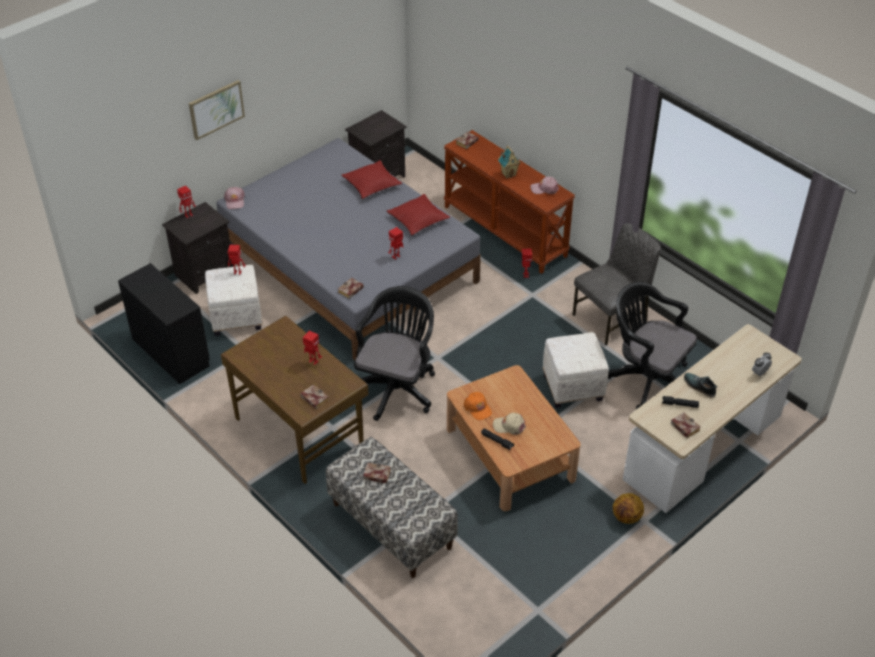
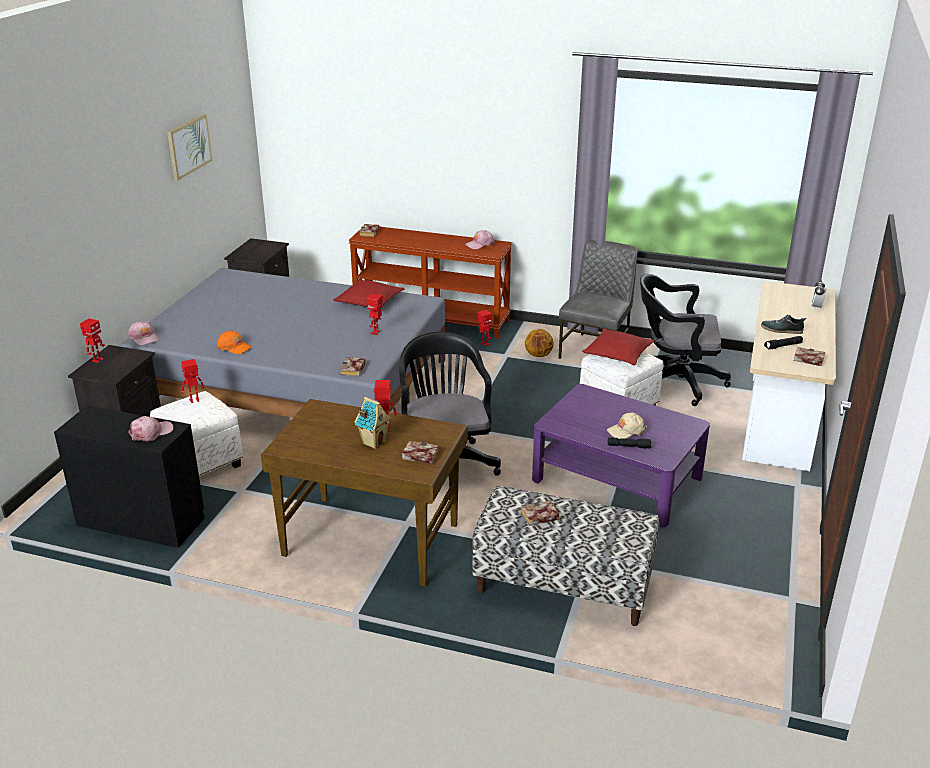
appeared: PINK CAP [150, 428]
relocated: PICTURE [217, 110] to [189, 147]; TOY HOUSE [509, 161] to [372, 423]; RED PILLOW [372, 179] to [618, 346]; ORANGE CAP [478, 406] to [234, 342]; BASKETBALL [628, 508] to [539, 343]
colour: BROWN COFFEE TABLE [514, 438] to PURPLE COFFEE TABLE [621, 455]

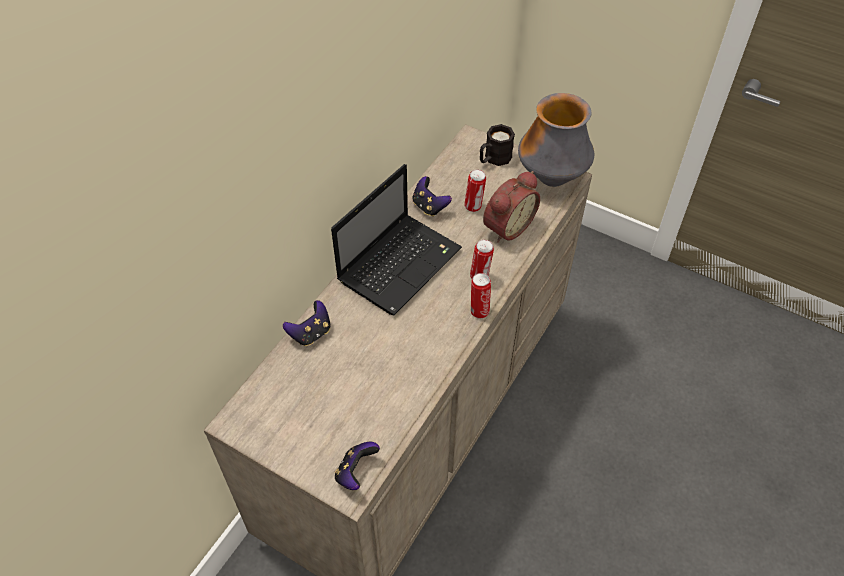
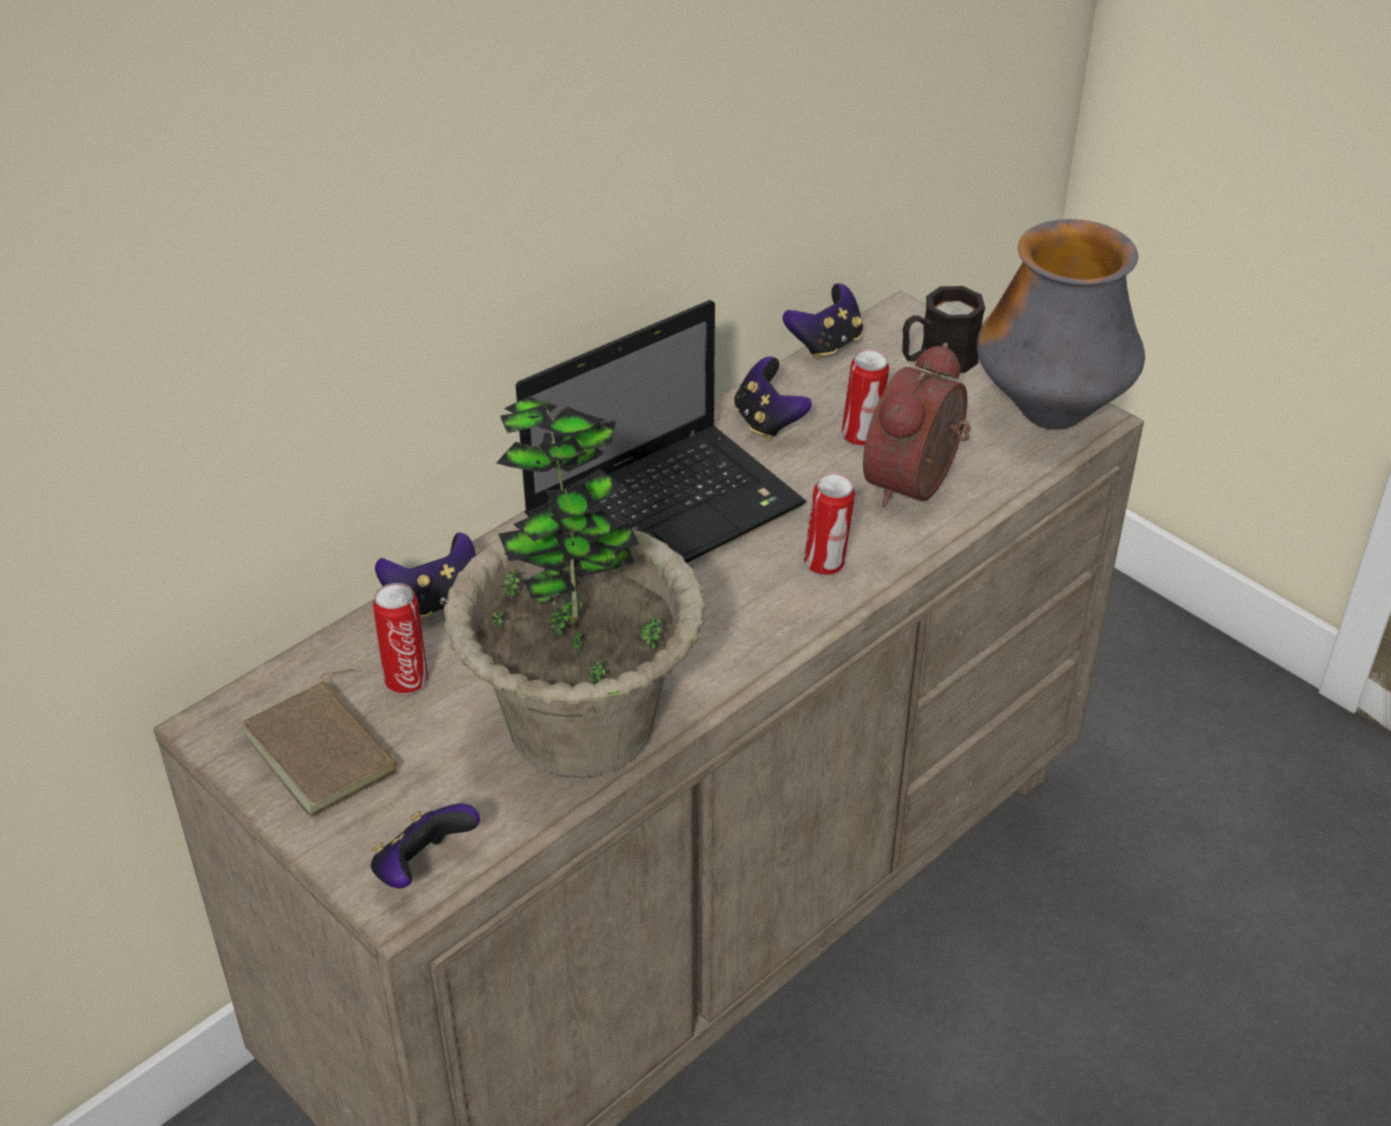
appeared: GAME CONTROLLER [823, 321]; POTTED PLANT [574, 587]; BROWN BOOK [319, 743]
relocated: CAN [481, 296] to [400, 638]
spun: ALARM CLOCK [511, 207] = [917, 425] 150 degrees clockwise

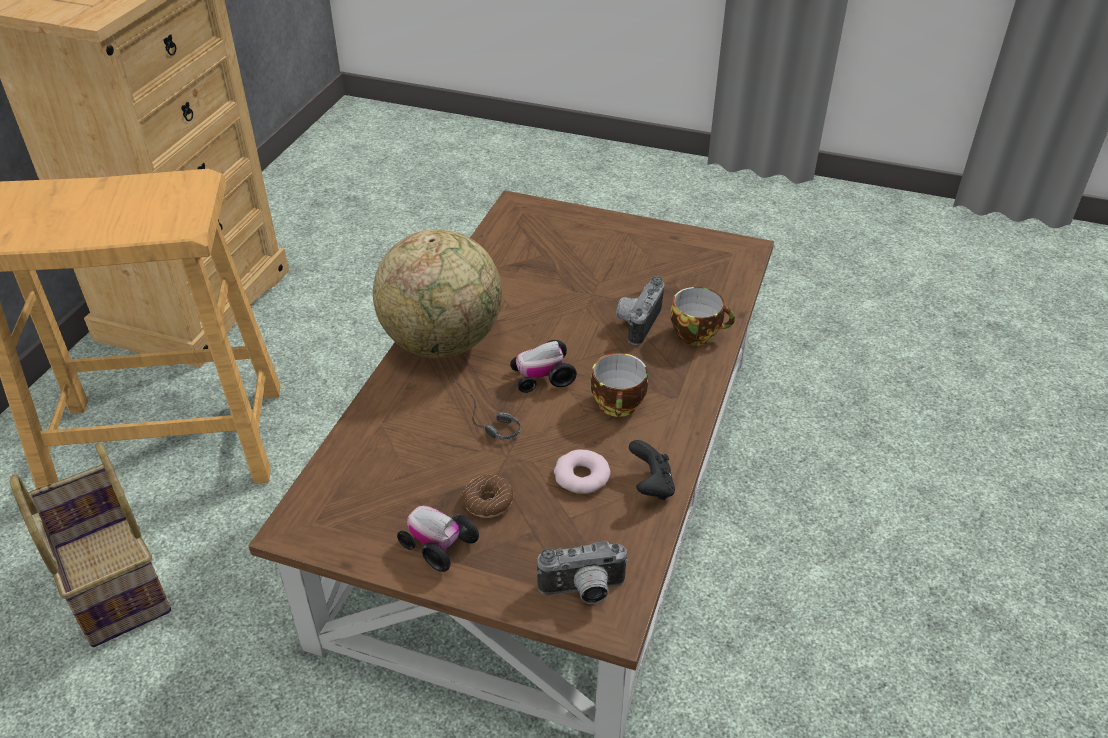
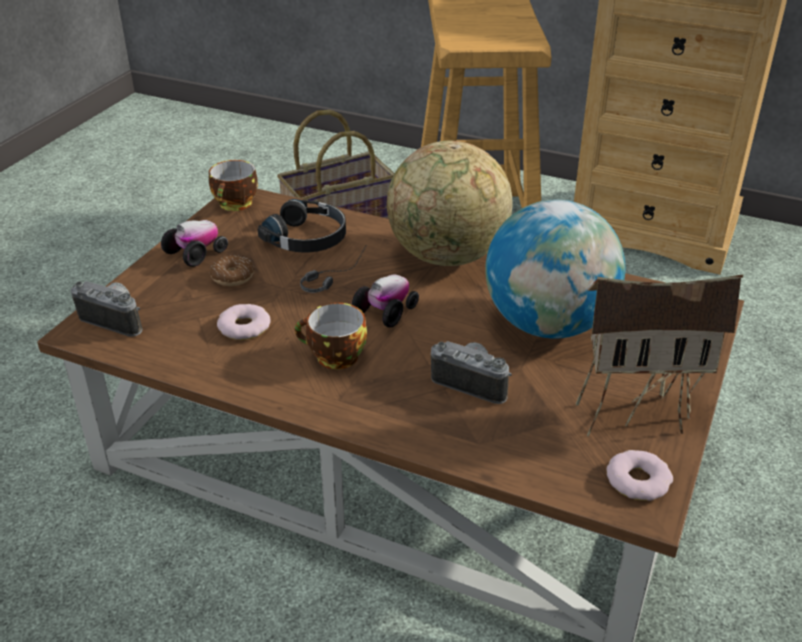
missing: BLACK GAME CONTROLLER [652, 470]
appeared: BLACK HEADPHONES [302, 226]; GLOBE [555, 269]; TOY HOUSE [659, 356]; DONUT [640, 475]
relocated: CUP [703, 316] to [233, 185]
spun: TOY CAR [543, 366] = [385, 301] 45 degrees clockwise; PHOTO CAMERA [583, 572] = [106, 309] 120 degrees clockwise

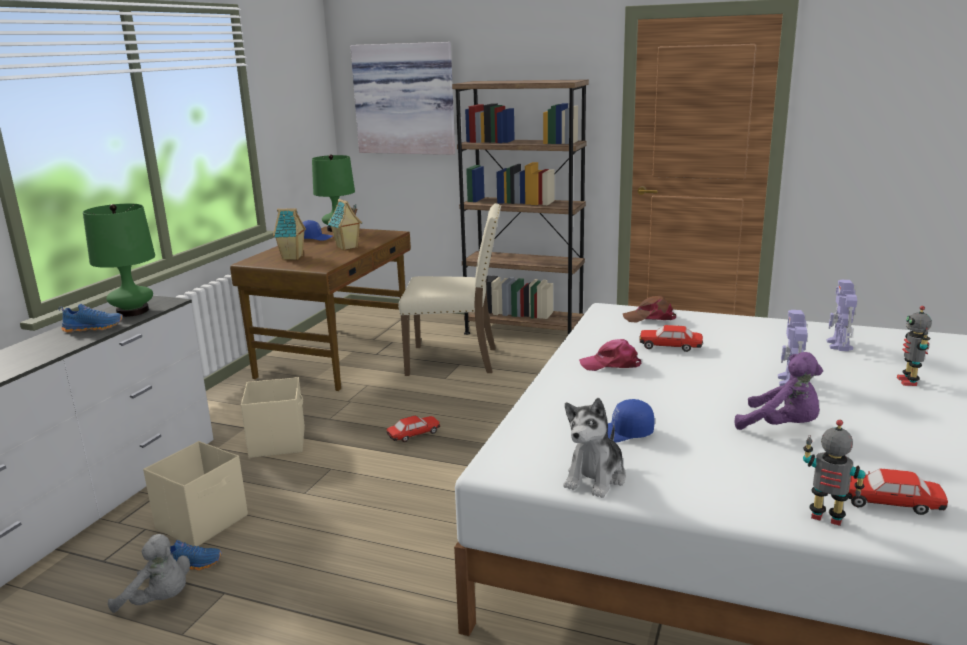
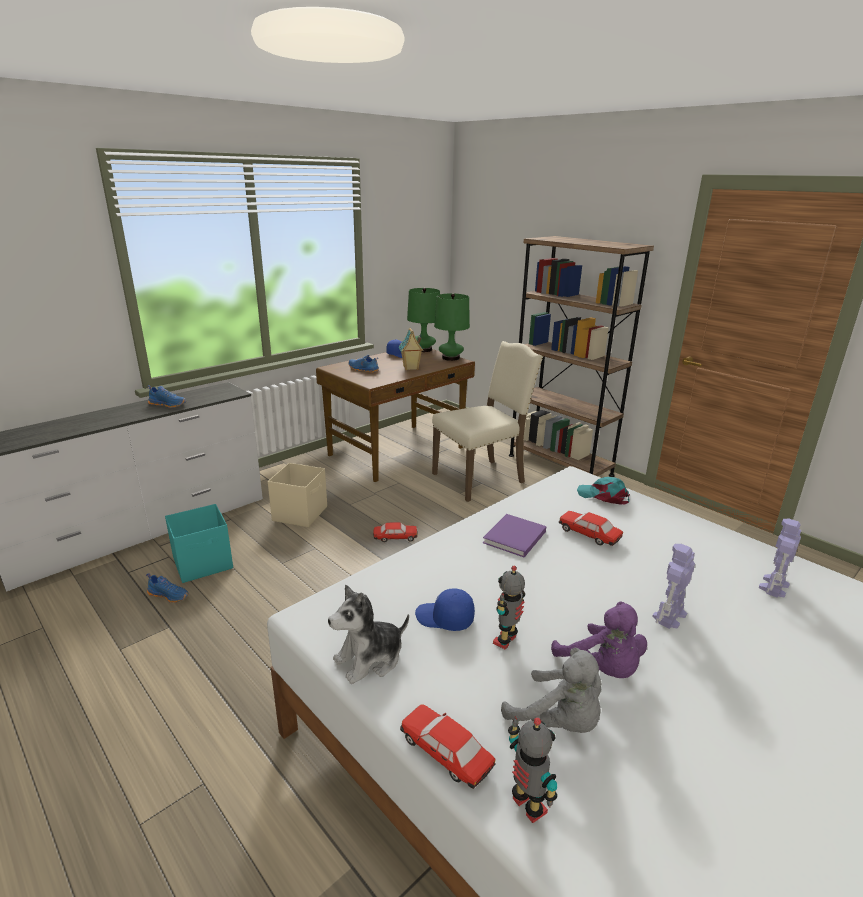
missing: PICTURE [402, 98]
relocated: GREEN TABLE LAMP [119, 260] to [452, 327]; TOY ROBOT [914, 346] to [509, 608]; TOY CAR [897, 491] to [447, 746]; GREY PLUSH TOY [149, 573] to [551, 690]
exchanged: TOY HOUSE [289, 234] to BLUE SHOE [363, 364]; PINK CAP [610, 355] to PURPLE BOOK [514, 535]
colour: BROWN CAP [649, 309] to TURQUOISE CAP [603, 491]; BEIGE STORAGE BOX [195, 493] to TURQUOISE STORAGE BOX [199, 543]
spun: BEIGE CHAIR [449, 289] = [487, 421] 60 degrees counterclockwise

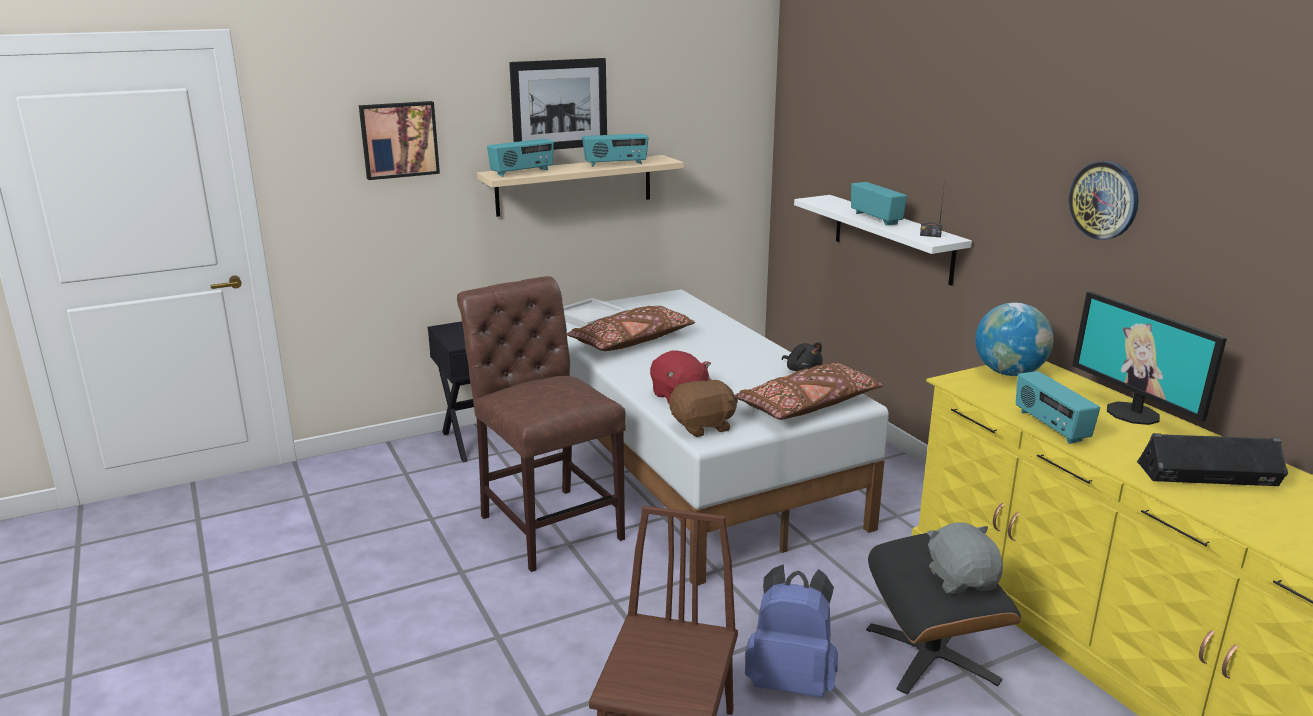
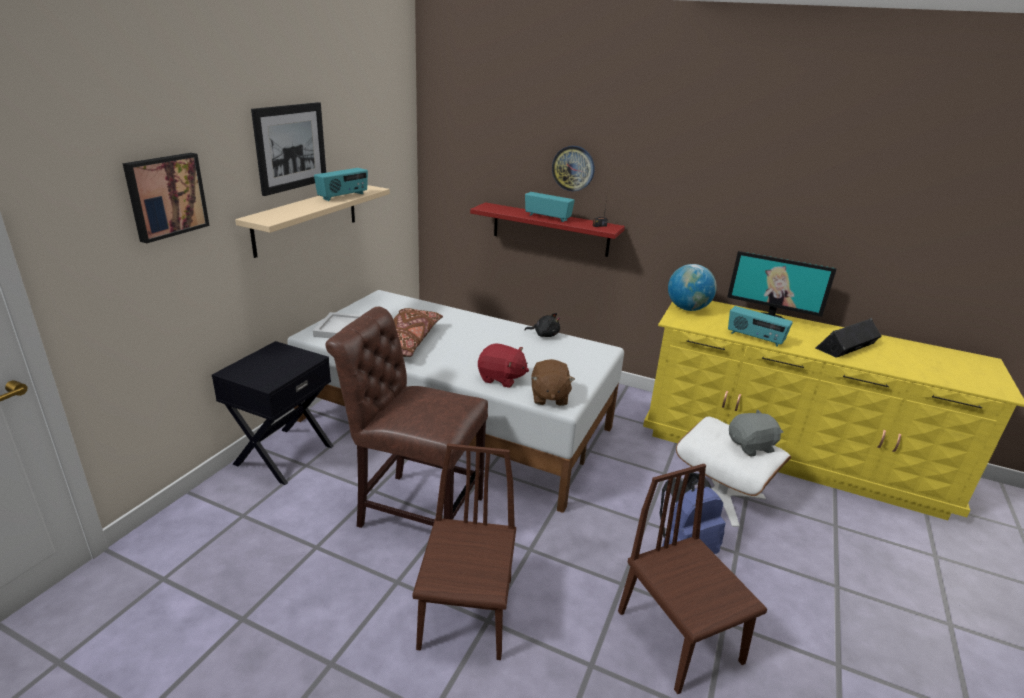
missing: RADIO [520, 158]; BROWN PILLOW [809, 391]
appeared: BROWN CHAIR [464, 552]
relocated: WALL CLOCK [1103, 200] to [573, 168]
colour: WHITE SHELF [883, 240] to RED SHELF [547, 229]; BLACK OTTOMAN [943, 613] to WHITE OTTOMAN [733, 472]
spun: BROWN PLUSH TOY [703, 407] = [553, 382] 150 degrees clockwise; GREY PLUSH TOY [965, 558] = [756, 432] 120 degrees clockwise

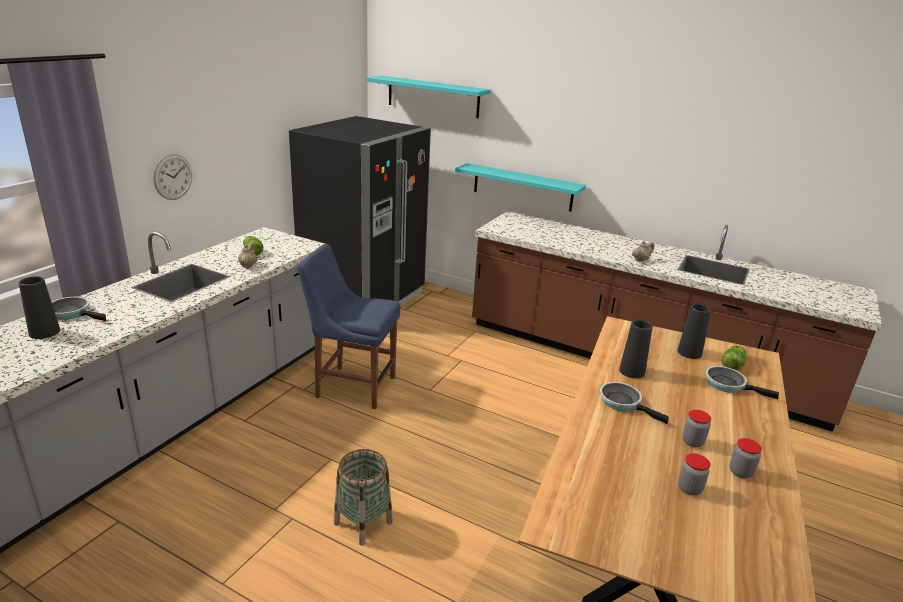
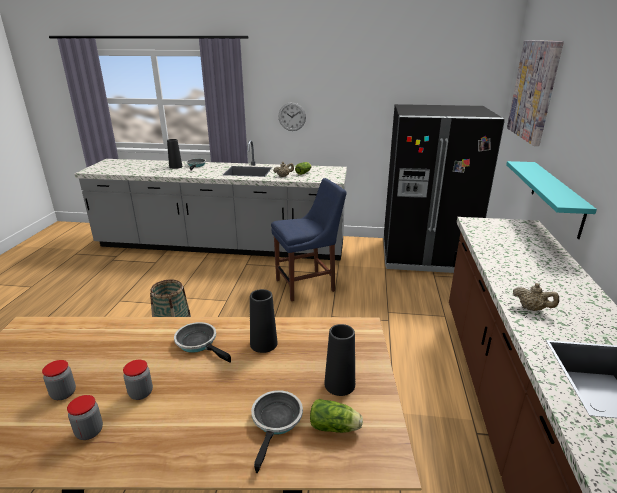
exchanged: TURQUOISE SHELF [429, 97] to PICTURE [535, 93]
spun: BLUE CHAIR [349, 326] = [309, 239] 75 degrees clockwise; FRYING PAN [634, 403] = [202, 342] 75 degrees counterclockwise

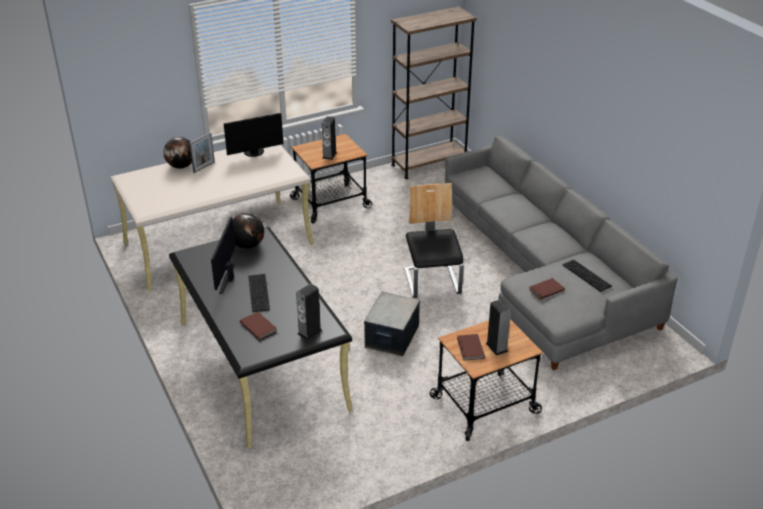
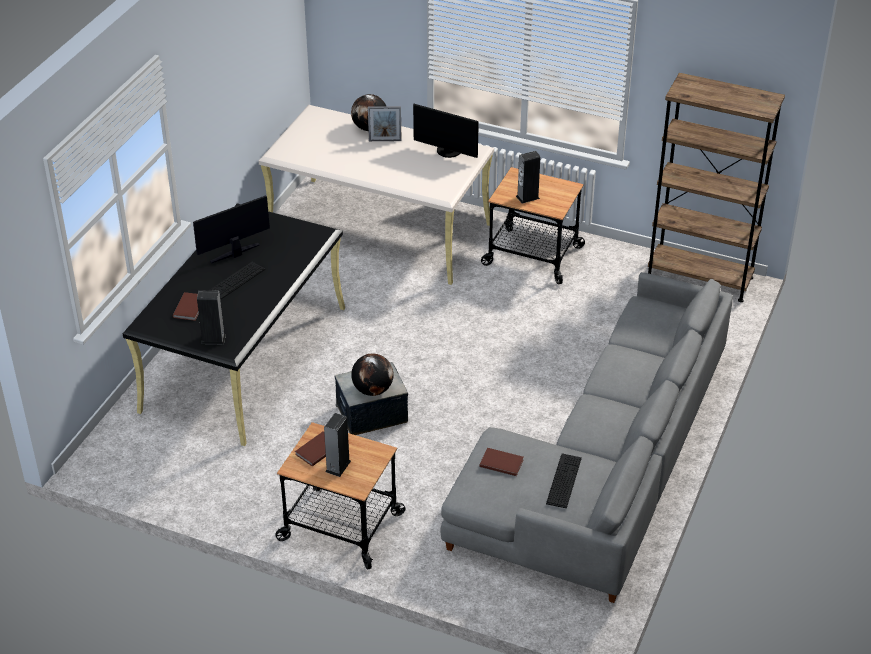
missing: CHAIR [434, 240]
relocated: GLOBE [248, 231] to [372, 375]

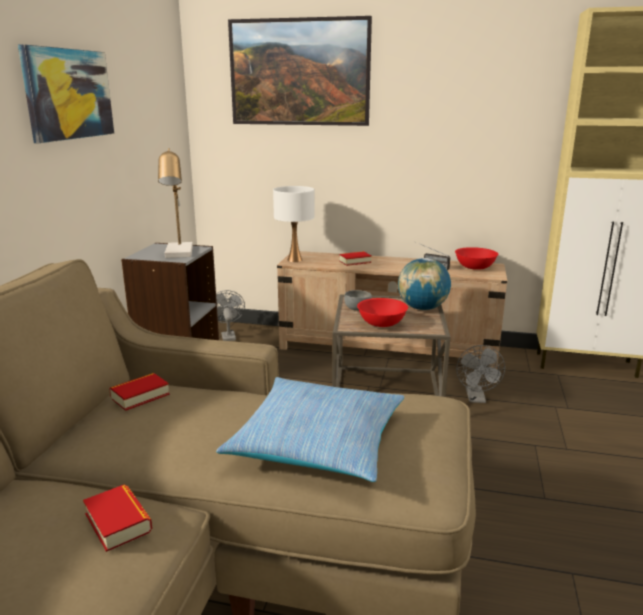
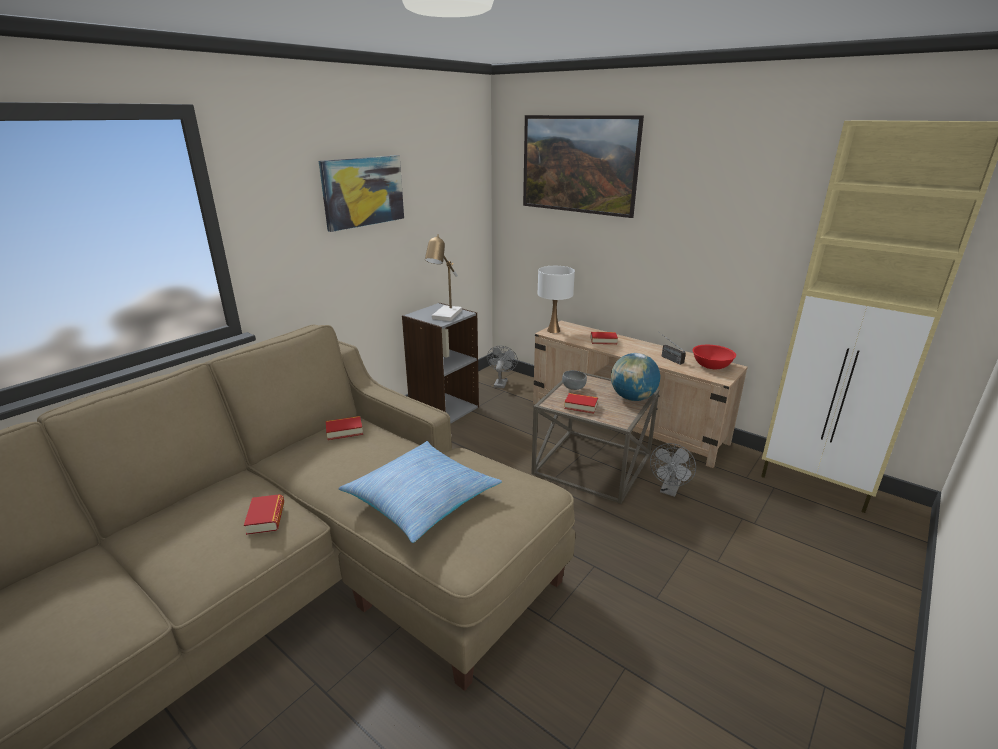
exchanged: RED BOWL [382, 312] to BOOK [581, 403]

